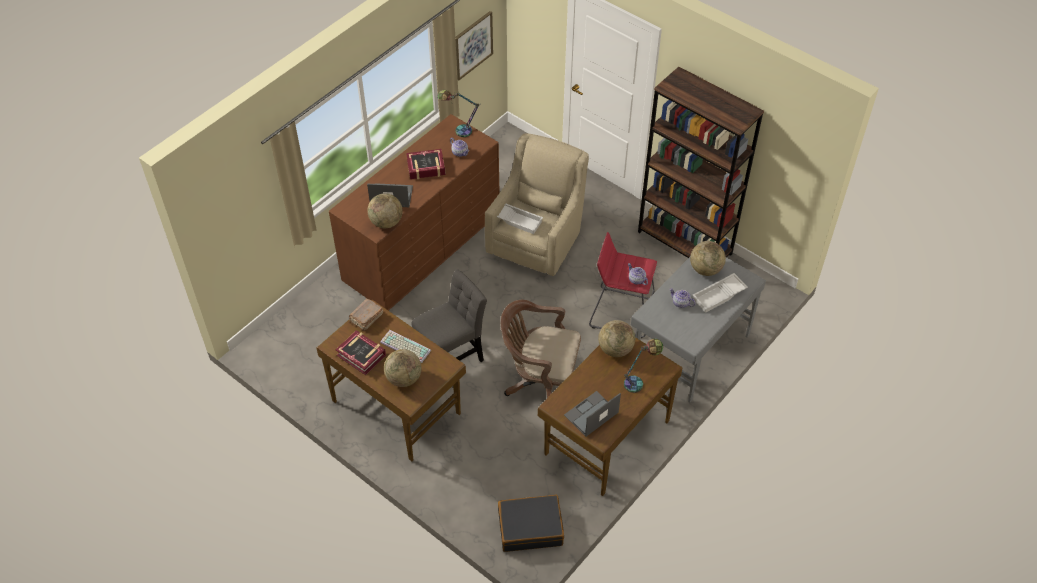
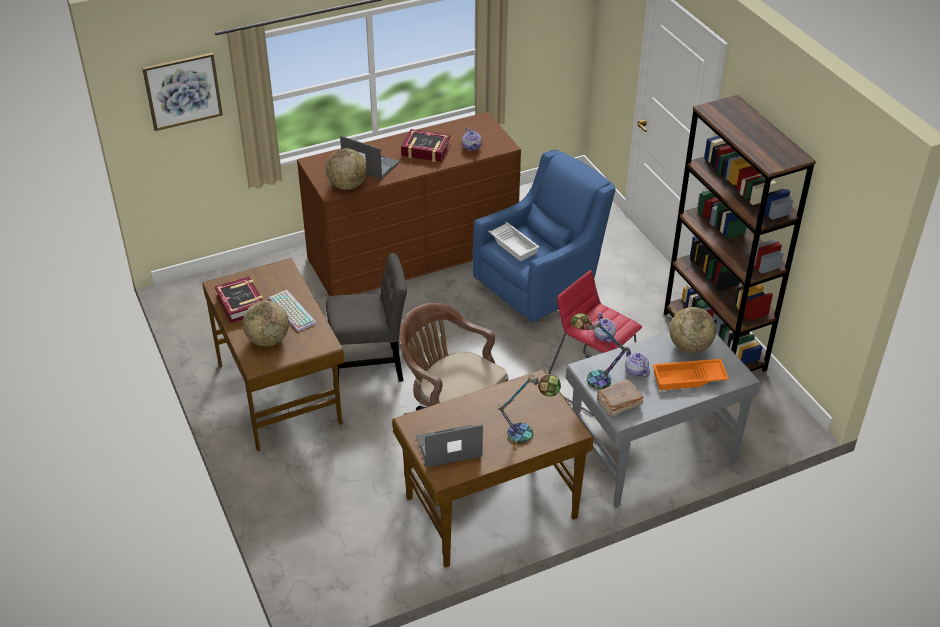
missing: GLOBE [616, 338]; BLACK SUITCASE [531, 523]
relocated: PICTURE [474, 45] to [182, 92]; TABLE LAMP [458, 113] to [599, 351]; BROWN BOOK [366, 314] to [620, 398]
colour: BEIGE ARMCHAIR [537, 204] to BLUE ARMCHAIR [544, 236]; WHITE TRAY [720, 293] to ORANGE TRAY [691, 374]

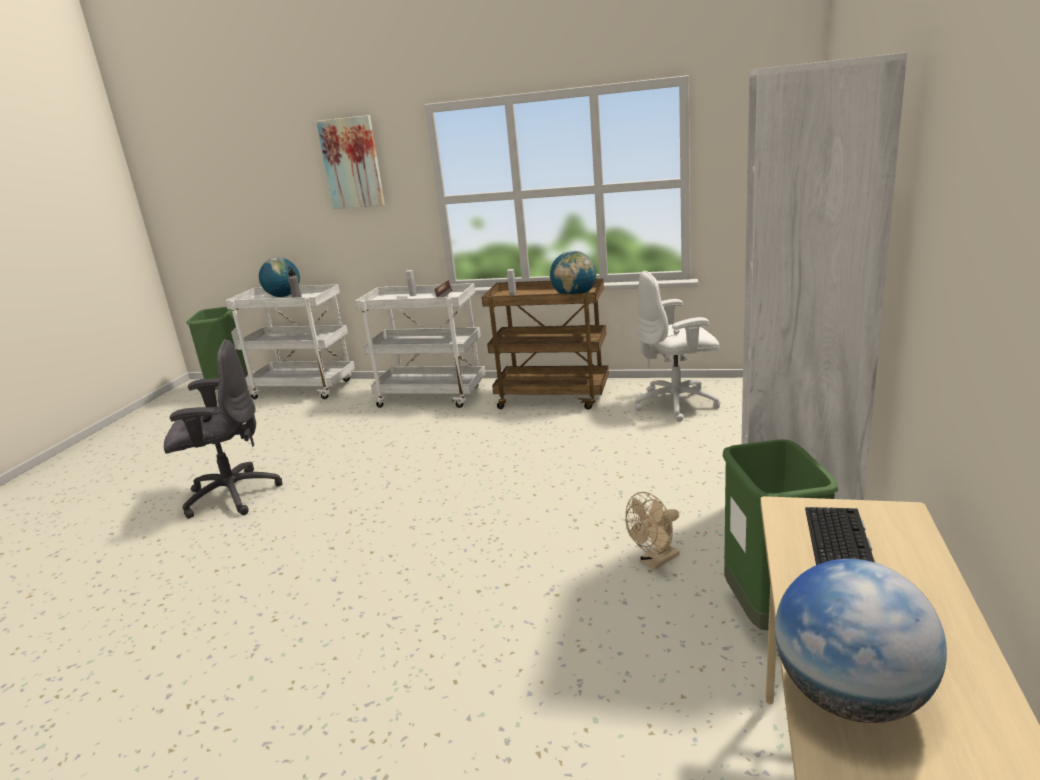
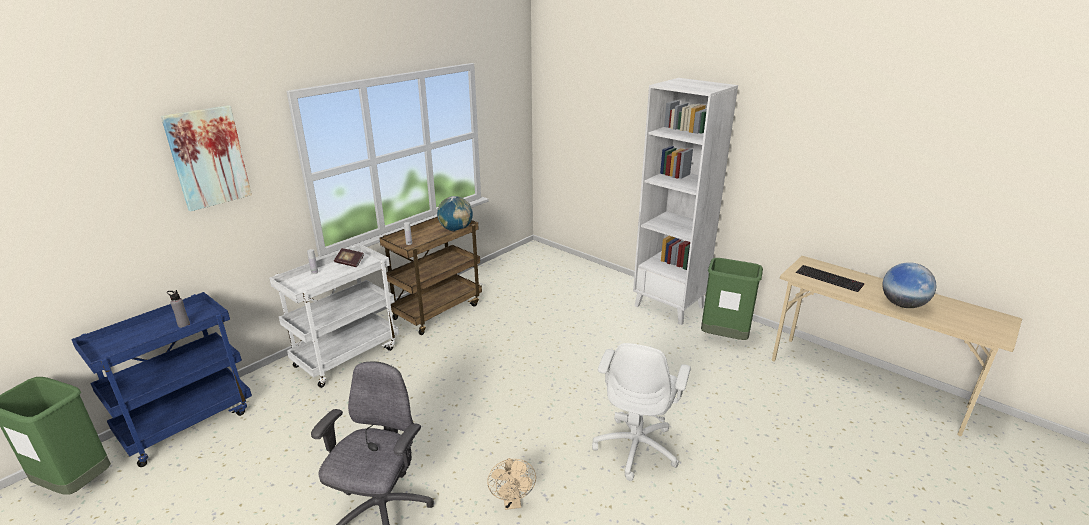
missing: GLOBE [279, 277]
relocated: WHITE OFFICE CHAIR [677, 346] to [641, 412]; BEIGE FAN [653, 531] to [511, 484]
colour: WHITE CART [290, 341] to BLUE CART [161, 379]

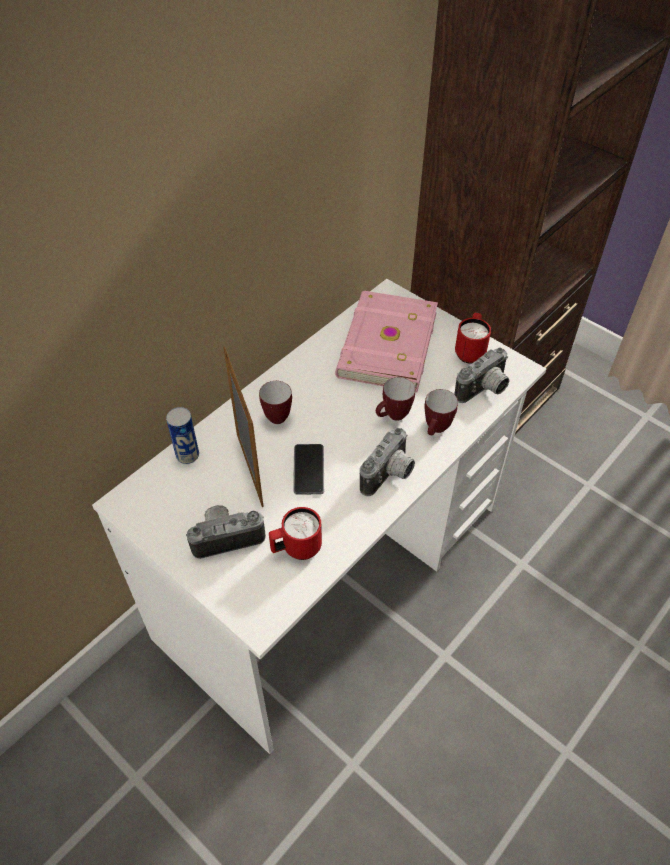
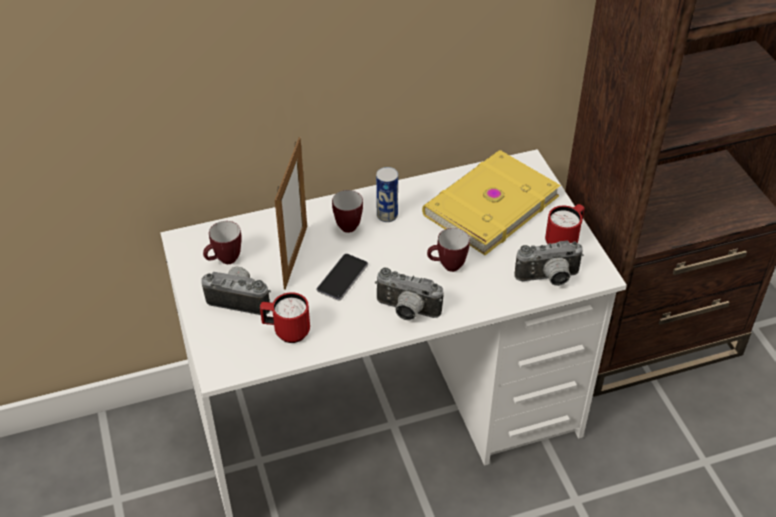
relocated: MUG [441, 412] to [222, 242]; CAN [182, 435] to [387, 194]
colour: PINK BOOK [386, 341] to YELLOW BOOK [491, 202]
spun: PHOTO CAMERA [387, 462] = [409, 294] 45 degrees clockwise

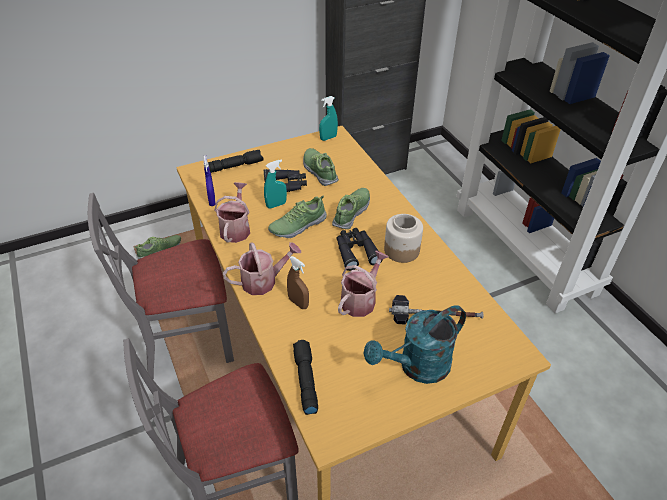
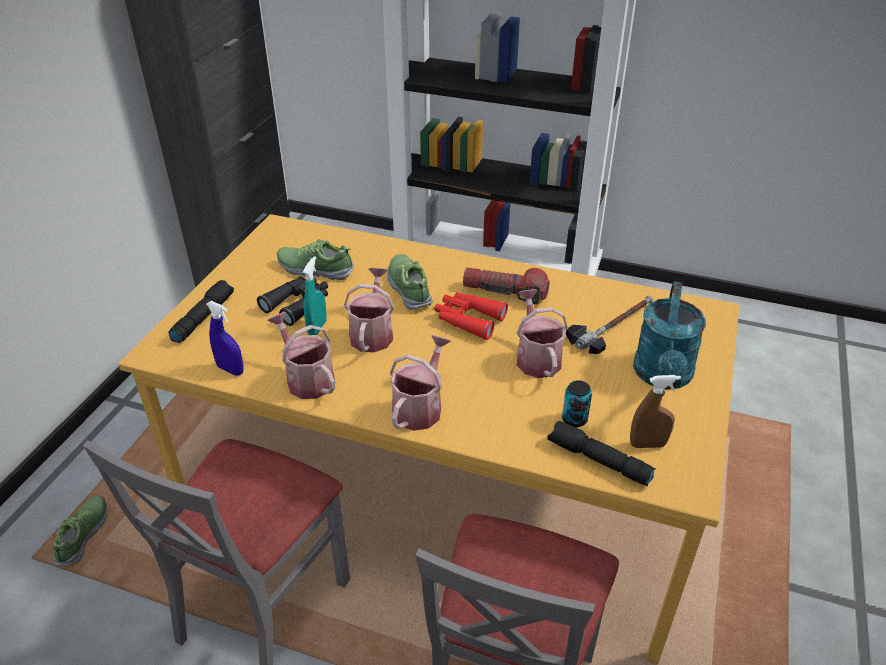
missing: TURQUOISE SPRAY BOTTLE [328, 118]
appeared: CAN [577, 403]
relocated: BROWN SPRAY BOTTLE [298, 282] to [655, 411]
exchanged: SHOE [297, 217] to WATERING CAN [369, 310]; JAR [403, 238] to FLASHLIGHT [506, 286]
colour: BLACK BINOCULARS [359, 249] to RED BINOCULARS [471, 316]

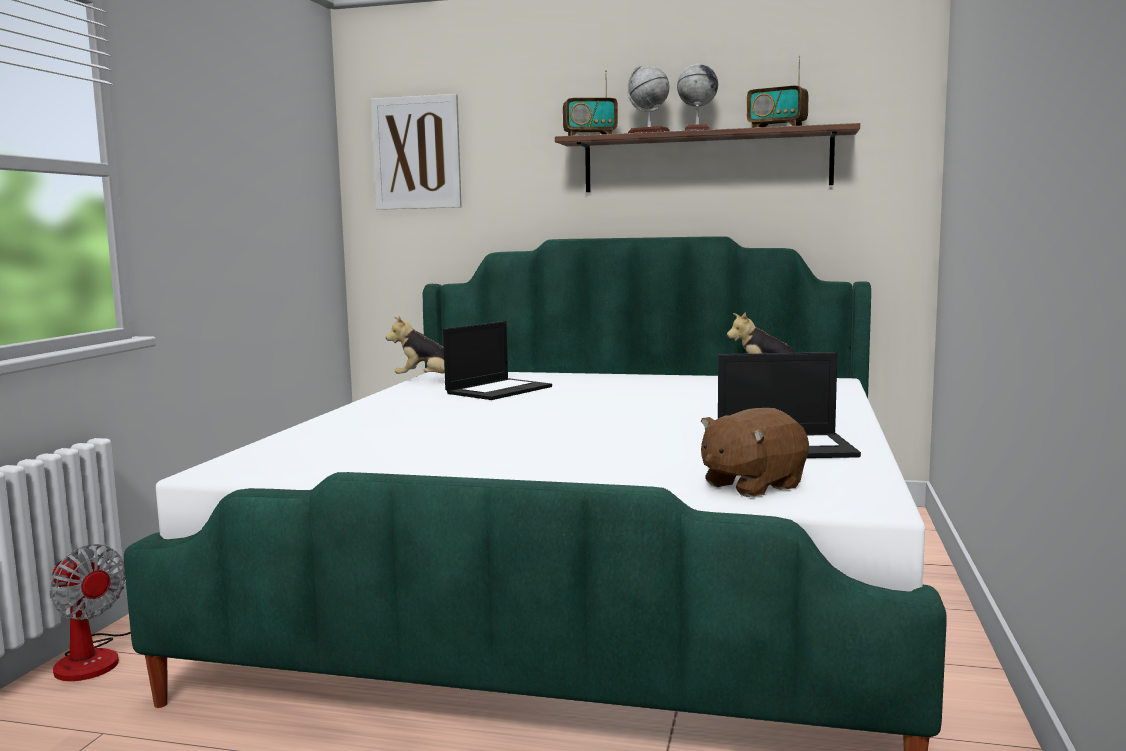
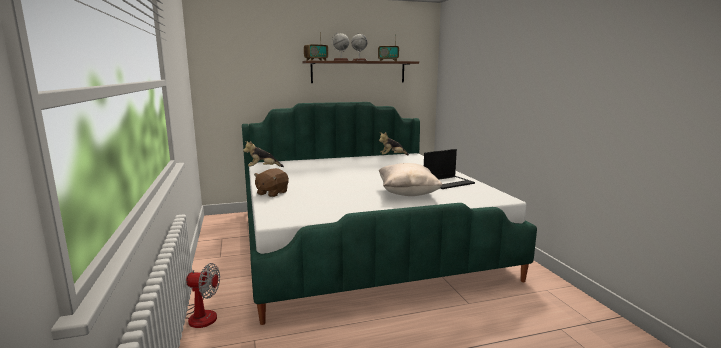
missing: PICTURE [416, 152]; LAPTOP [497, 360]
appeared: BEIGE PILLOW [411, 179]
relocated: BROWN PLUSH TOY [755, 452] to [271, 182]

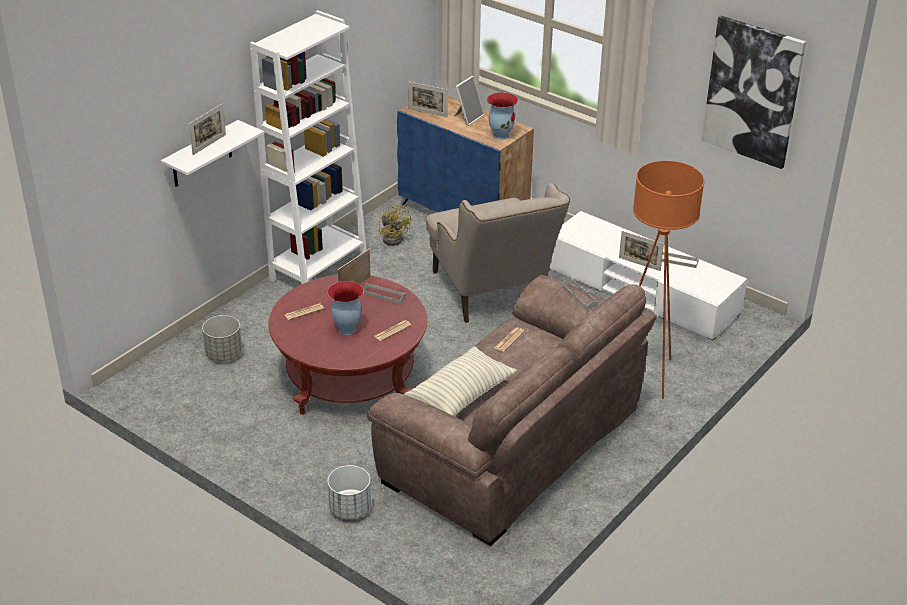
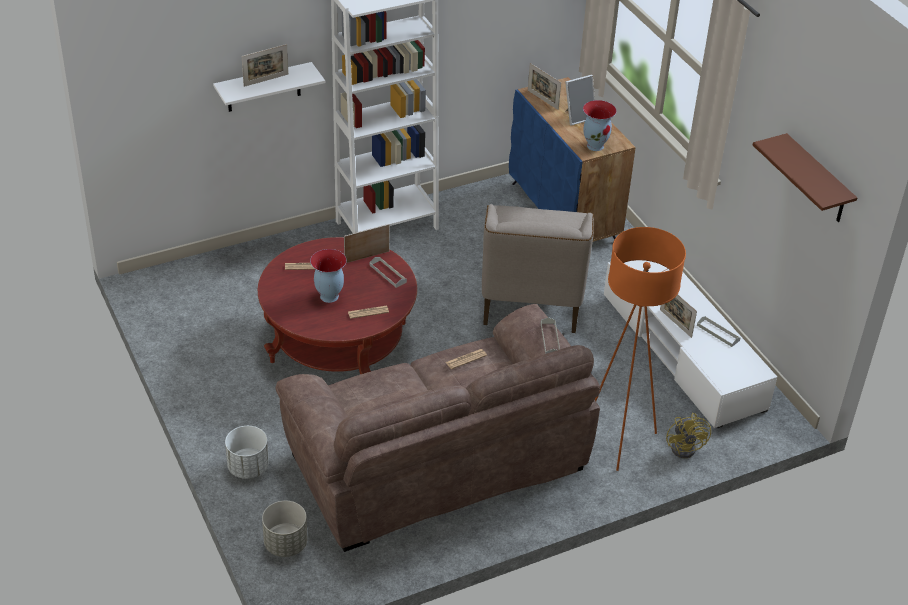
missing: PILLOW [461, 381]
relocated: YELLOW FAN [394, 225] to [688, 435]; GREY PLANTER [222, 338] to [285, 529]
exchanged: PICTURE [754, 92] to BROWN SHELF [805, 177]

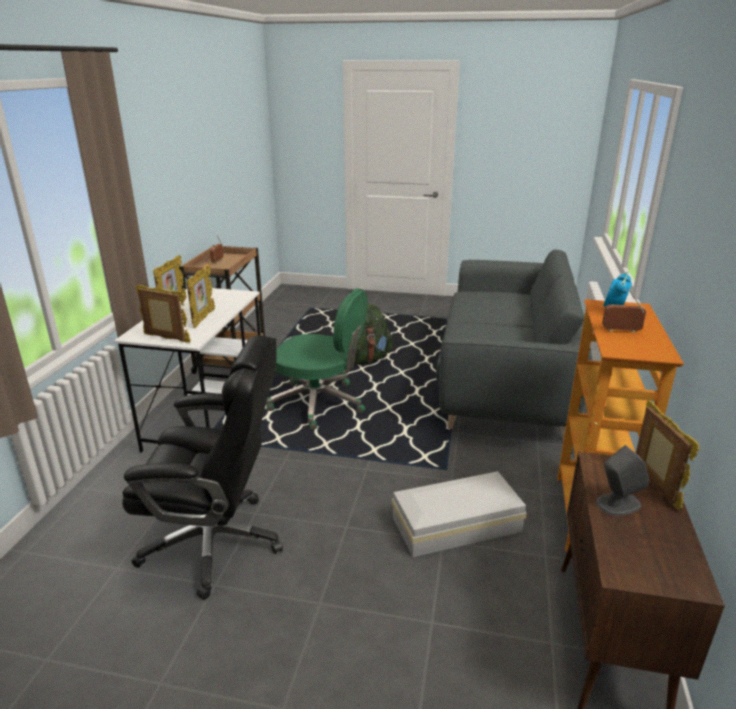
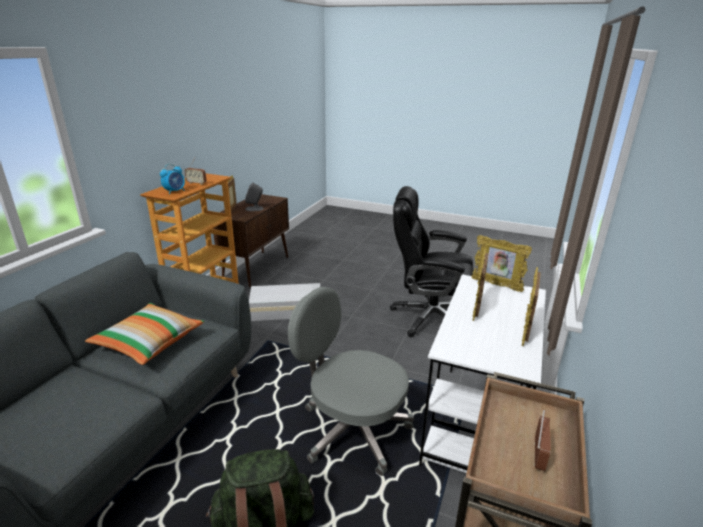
appeared: PILLOW [144, 334]
colour: GREEN OFFICE CHAIR [317, 358] to GREY OFFICE CHAIR [351, 381]

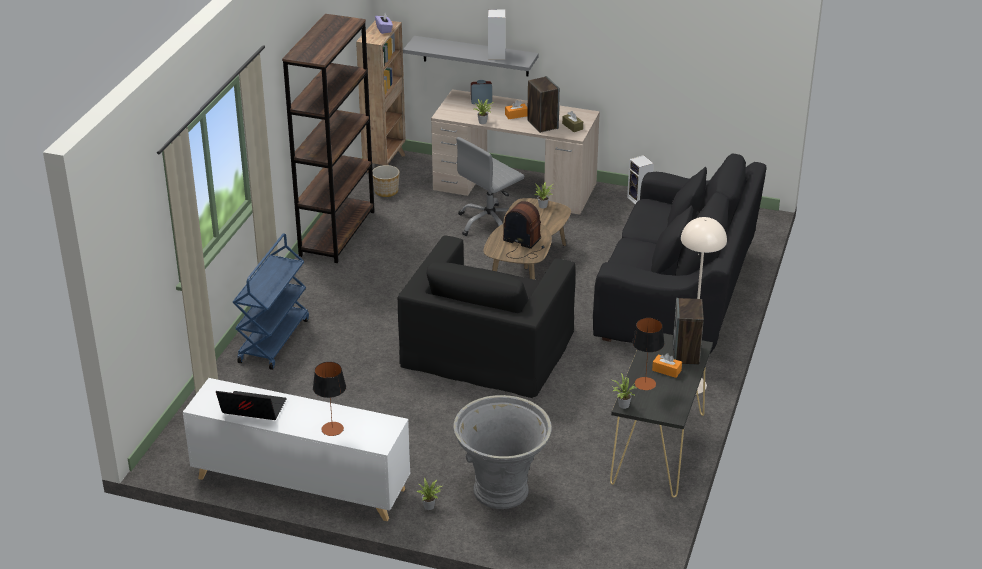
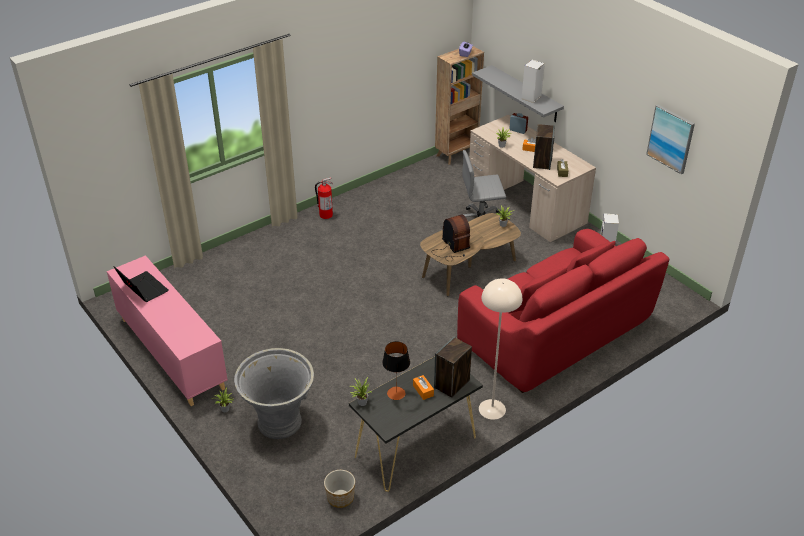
missing: BROWN BOOKCASE [328, 138]; BLUE CART [270, 301]; BLACK ARMCHAIR [487, 316]; TABLE LAMP [329, 399]
appeared: PICTURE [670, 140]; FIRE EXTINGUISHER [324, 198]
relocated: PLANTER [386, 181] to [339, 489]
colour: BLACK SOFA [680, 254] to RED SOFA [563, 311]; WHITE CABINET [296, 449] to PINK CABINET [167, 330]

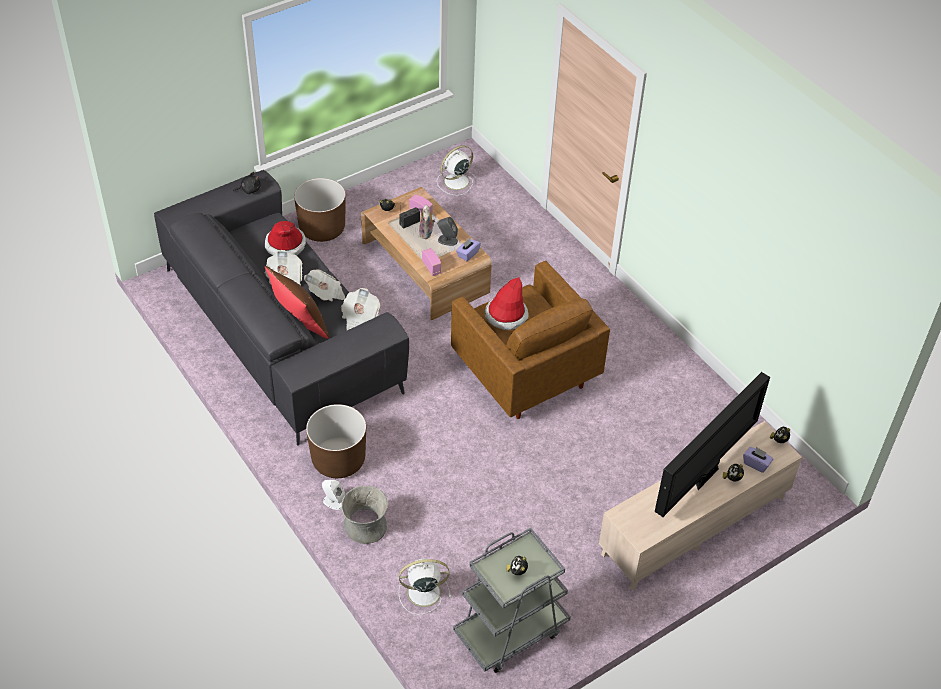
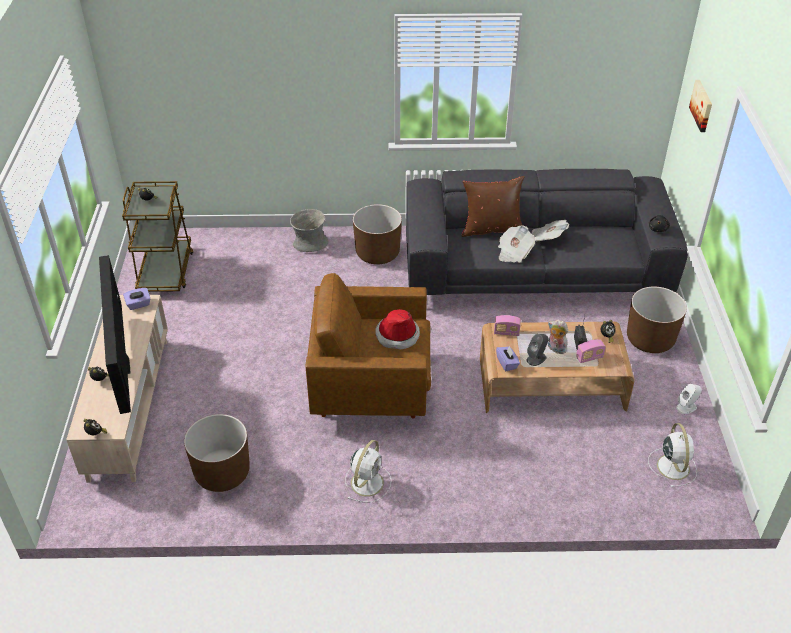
missing: HAT [285, 238]; NEWSPAPER [360, 309]
appeared: PICTURE [700, 106]; BROWN PLANTER [217, 453]
relocated: PURPLE TISSUE BOX [758, 460] to [136, 299]; WHITE SPEAKER [333, 495] to [689, 399]; WHITE FAN [425, 587] to [368, 471]
colour: GREY CART [512, 600] to BROWN CART [157, 236]

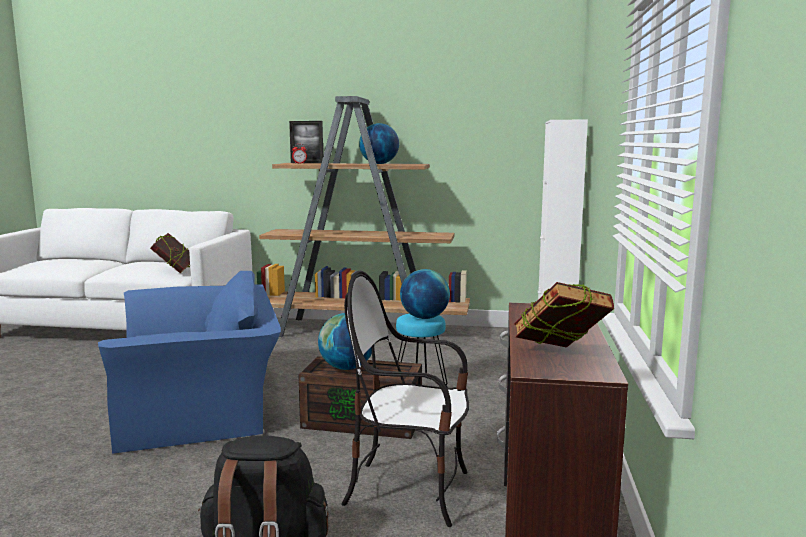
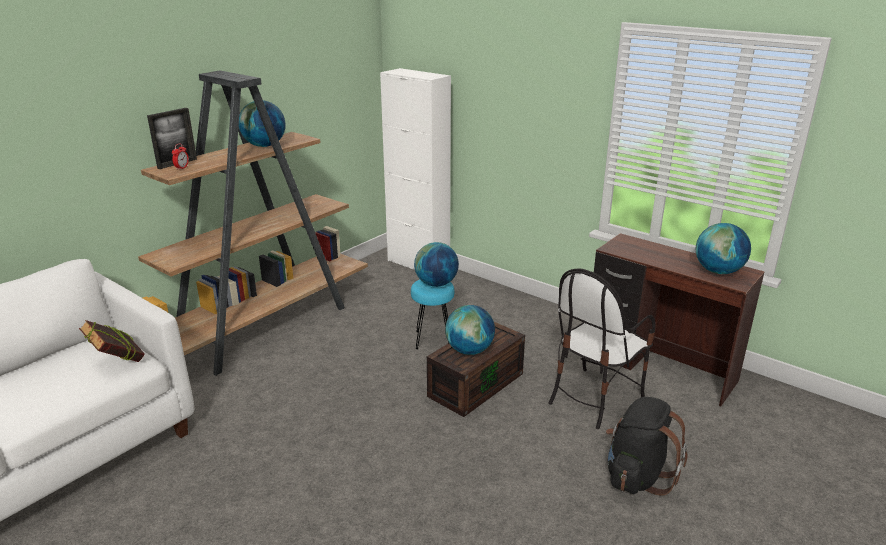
missing: BLUE ARMCHAIR [189, 362]
exchanged: BOOK [564, 315] to GLOBE [723, 248]

